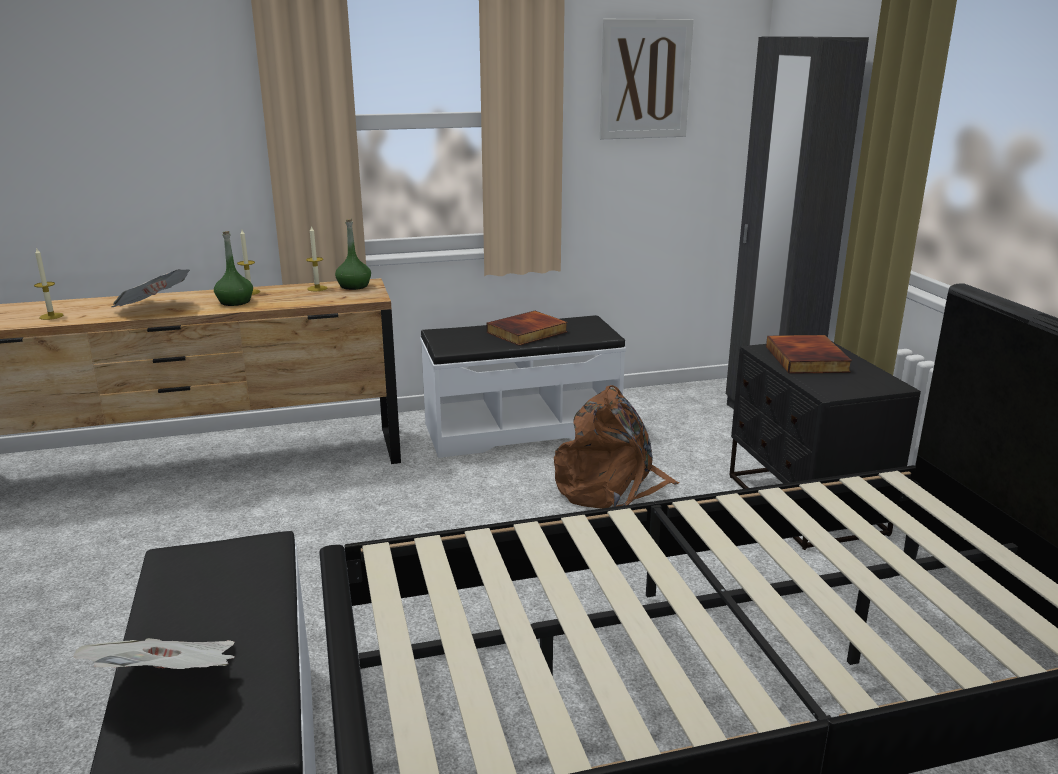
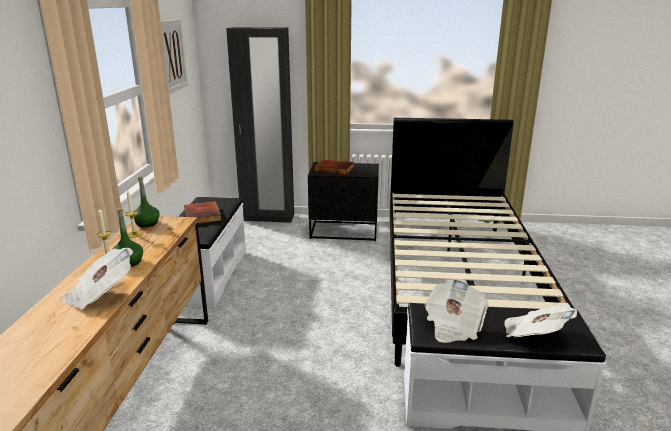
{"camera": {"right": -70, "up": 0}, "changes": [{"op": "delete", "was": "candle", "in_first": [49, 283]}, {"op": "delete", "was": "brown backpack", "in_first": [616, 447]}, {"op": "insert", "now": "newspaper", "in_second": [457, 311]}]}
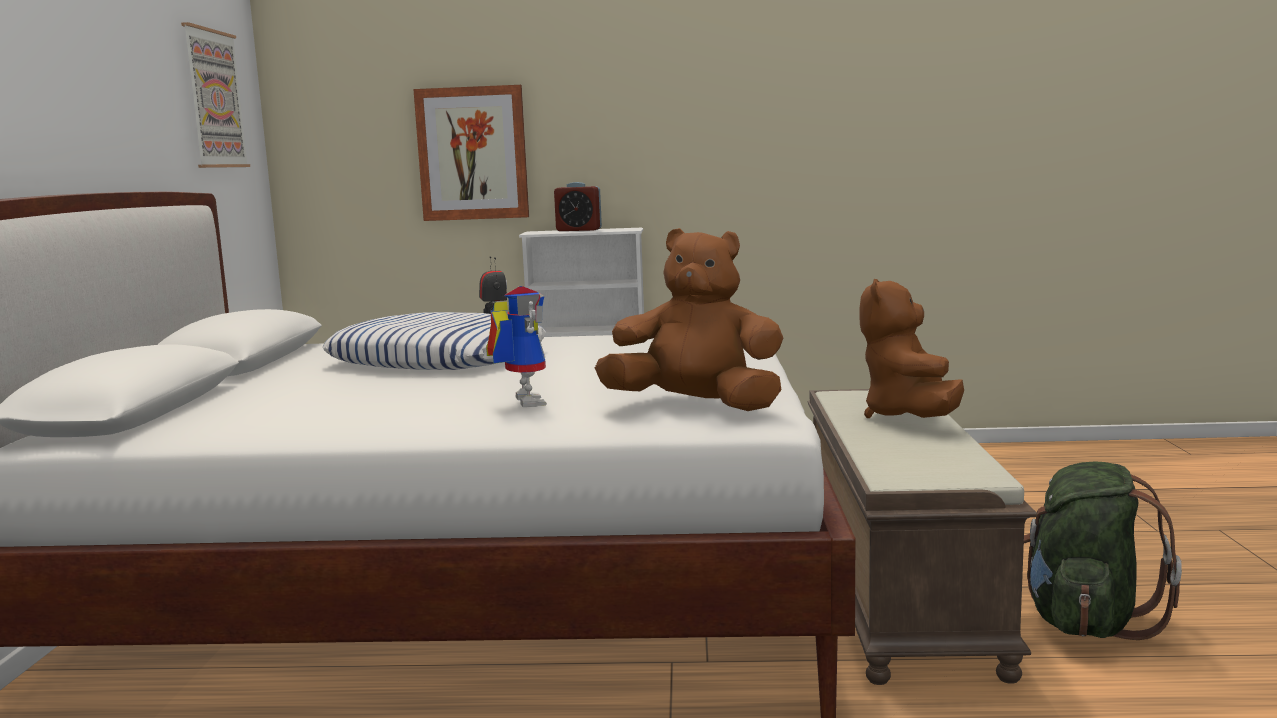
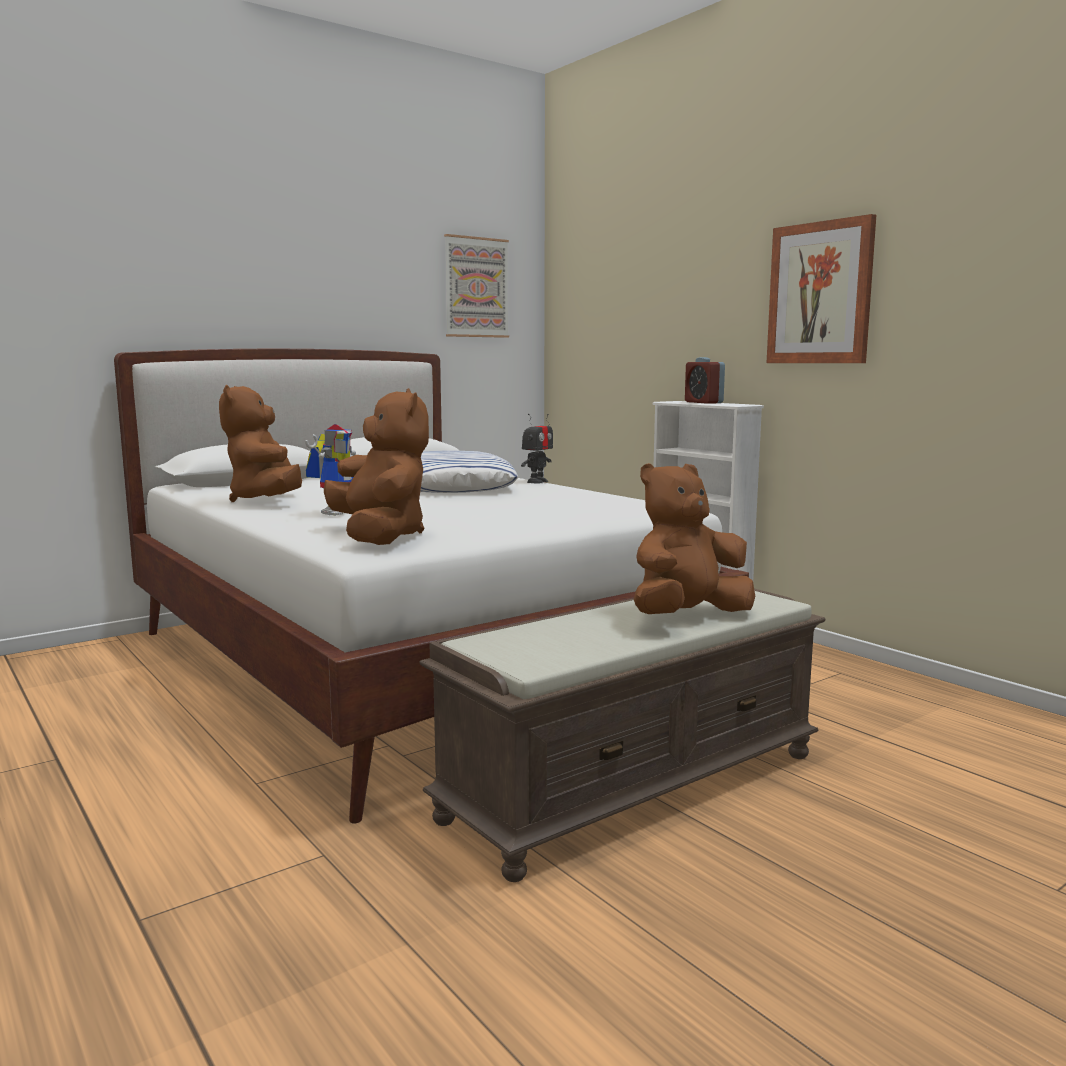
{"camera": {"right": 50, "up": 0}, "changes": [{"op": "move", "was": "picture", "in_first": [471, 153], "in_second": [821, 288]}, {"op": "delete", "was": "green backpack", "in_first": [1103, 550]}, {"op": "insert", "now": "brown plush toy", "in_second": [260, 443]}]}
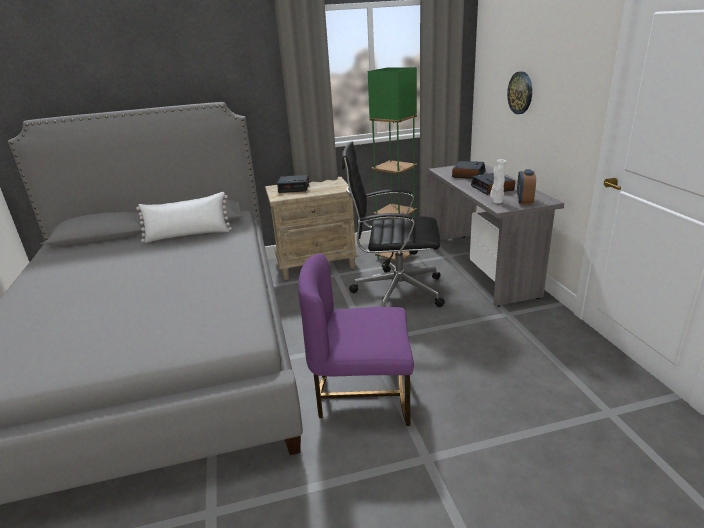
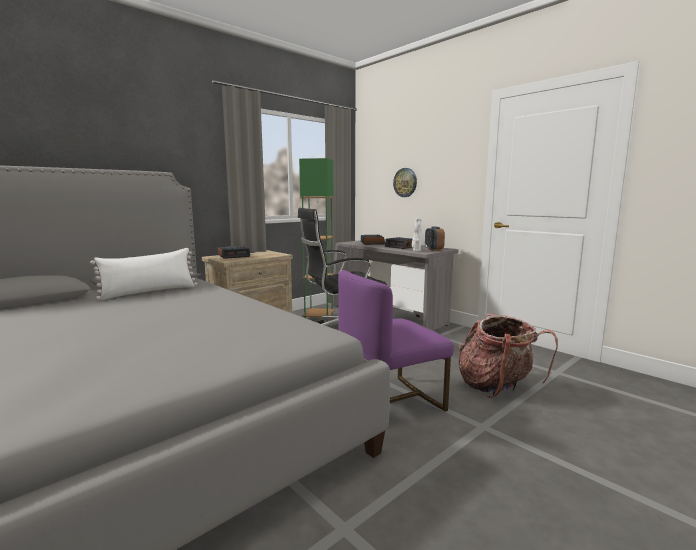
{"camera": {"right": -30, "up": -15}, "changes": [{"op": "insert", "now": "backpack", "in_second": [508, 356]}]}
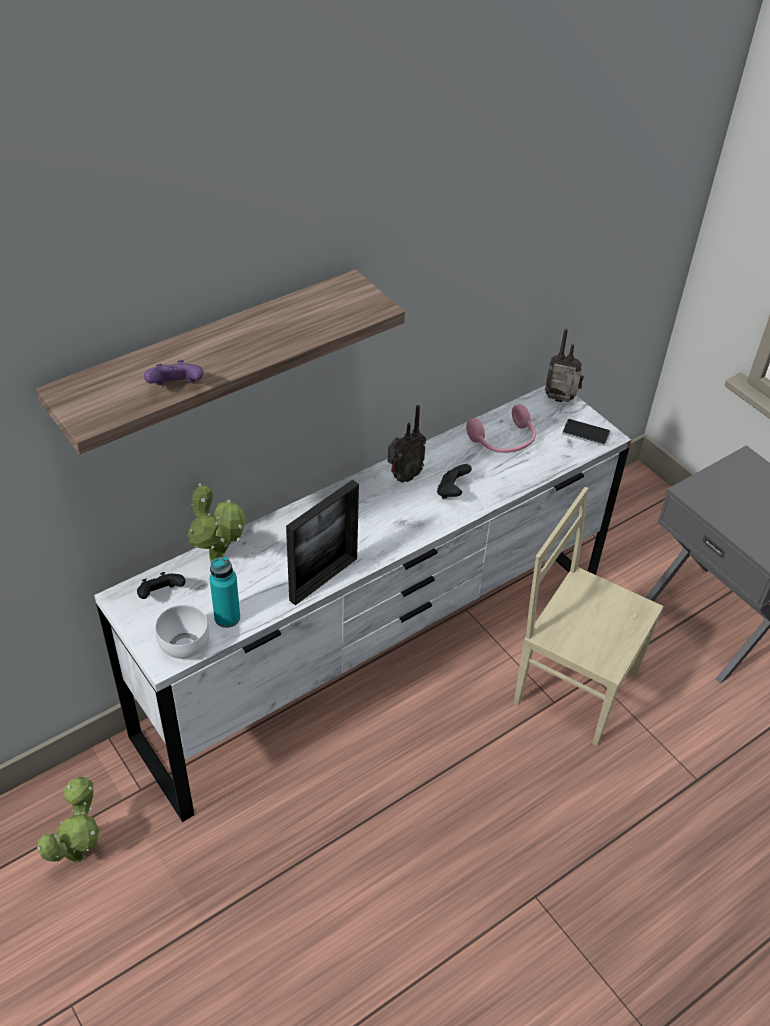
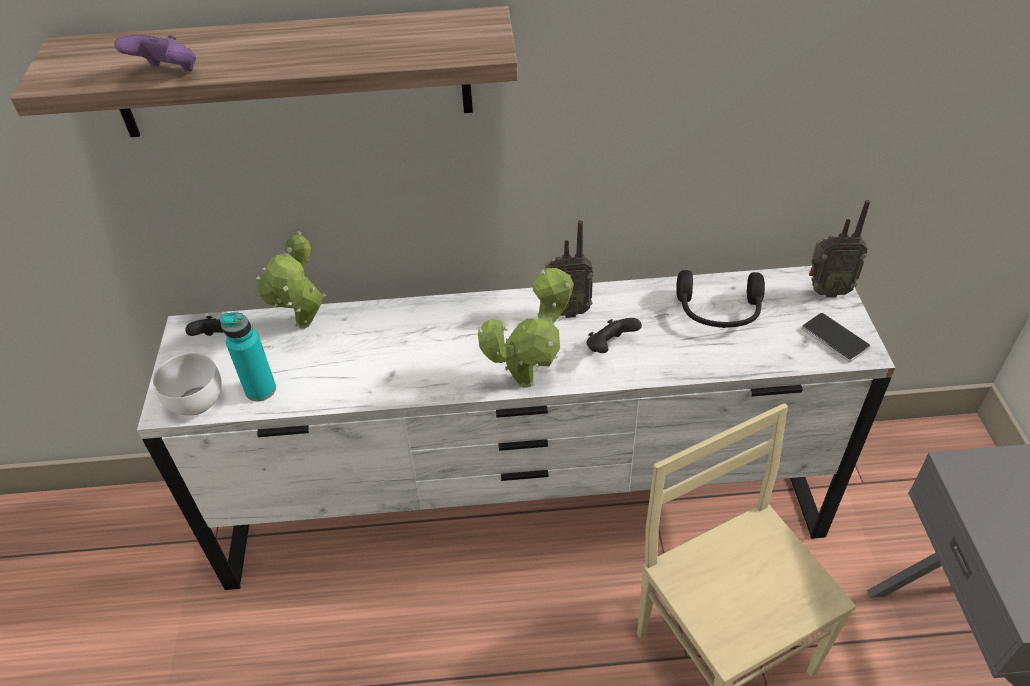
{"camera": {"right": 35, "up": 0}, "changes": [{"op": "rotate", "was": "radio", "in_first": [564, 365], "in_second": [839, 249], "clockwise": 135}, {"op": "recolor", "was": "pink headphones", "now": "black headphones", "in_first": [501, 428], "in_second": [720, 299]}, {"op": "delete", "was": "picture frame", "in_first": [322, 542]}, {"op": "move", "was": "potted plant", "in_first": [68, 819], "in_second": [526, 328]}]}
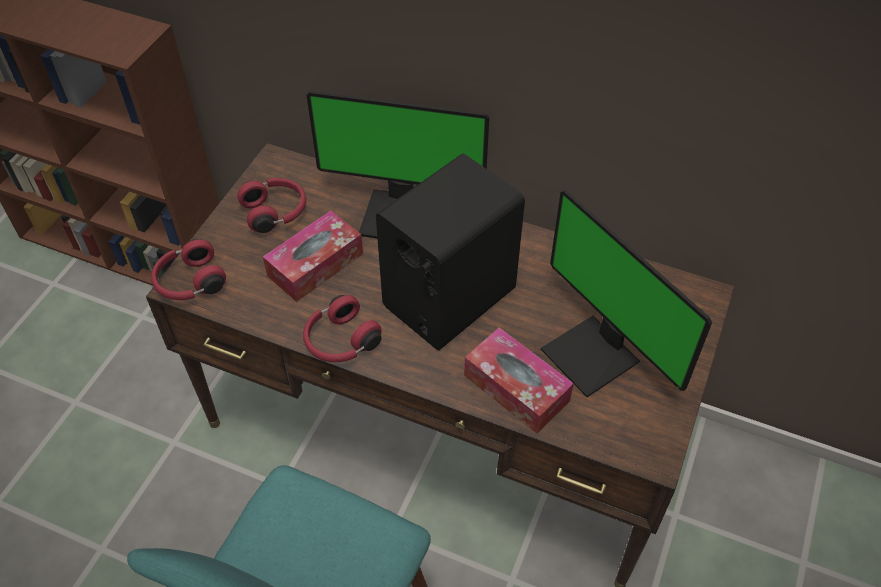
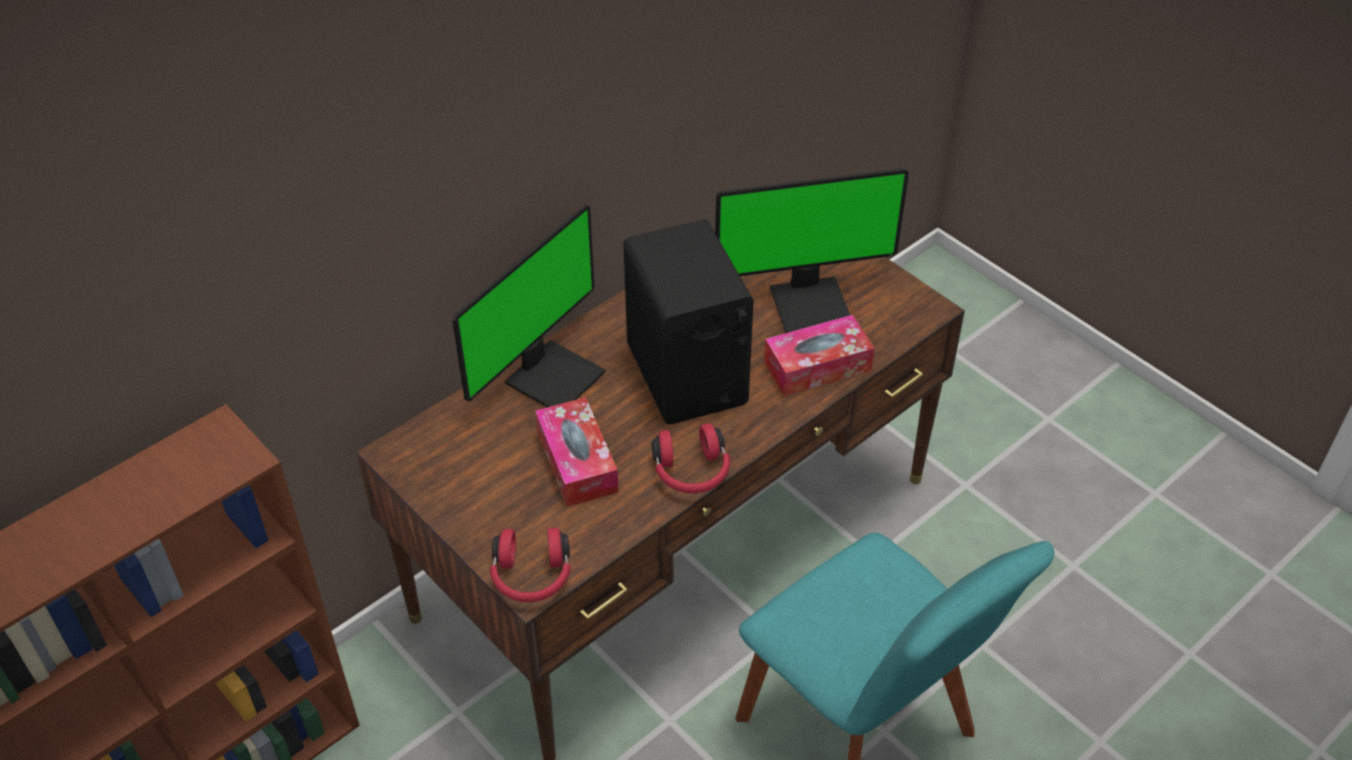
{"camera": {"right": -65, "up": -5}, "changes": [{"op": "delete", "was": "red headphones", "in_first": [271, 205]}]}
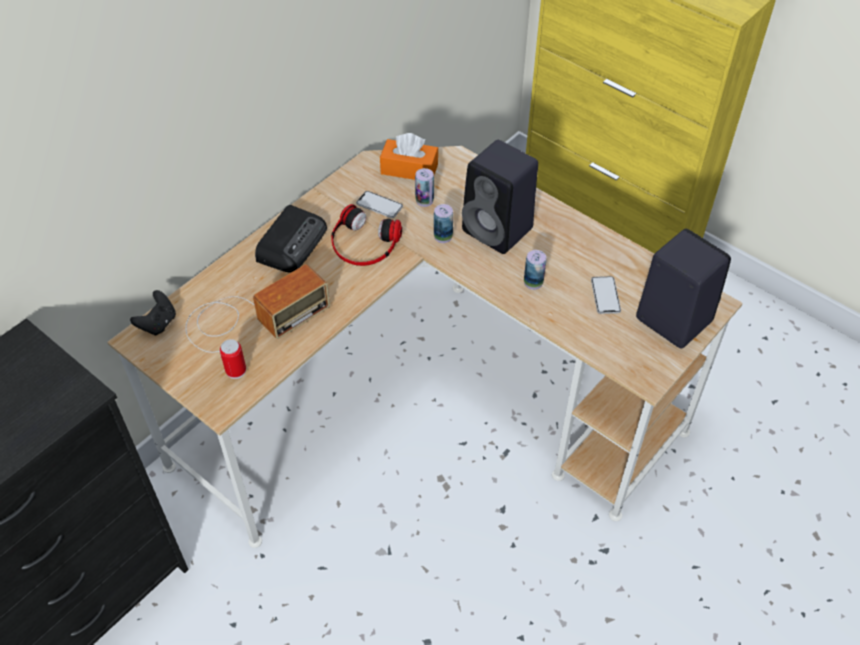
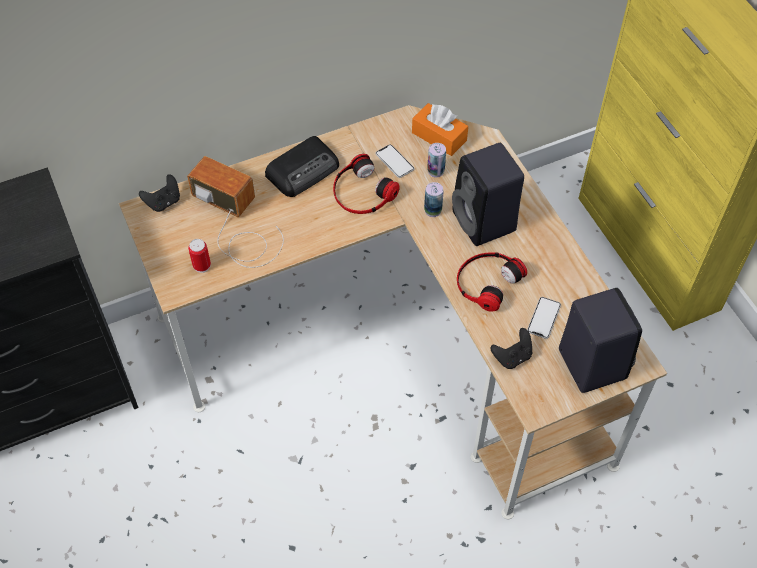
{"camera": {"right": 25, "up": 5}, "changes": [{"op": "replace", "was": "can", "now": "headphones", "in_first": [535, 270], "in_second": [492, 282]}, {"op": "rotate", "was": "radio", "in_first": [258, 308], "in_second": [235, 212], "clockwise": -135}, {"op": "insert", "now": "black game controller", "in_second": [511, 348]}]}
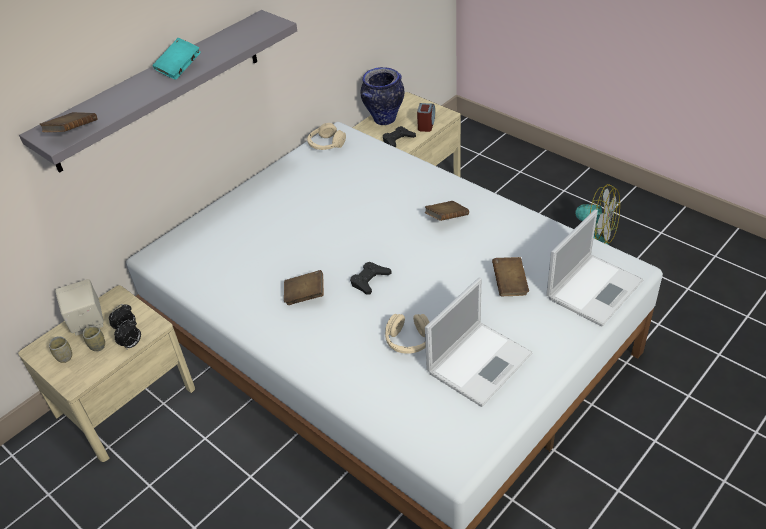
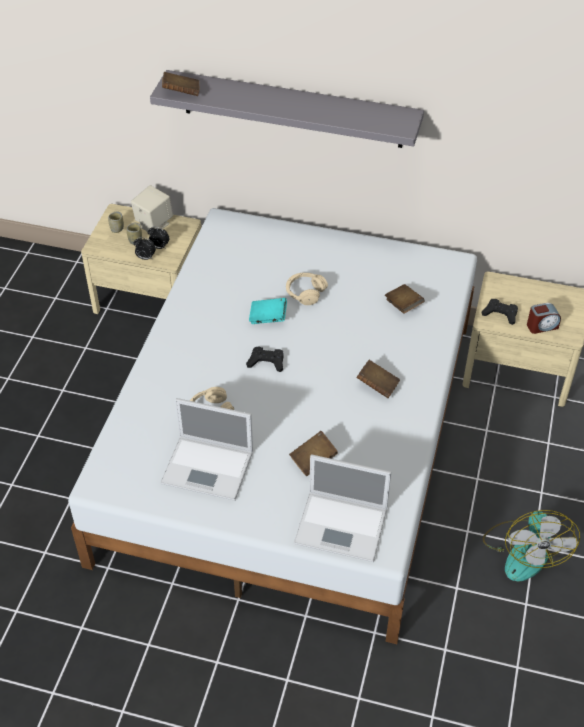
{"camera": {"right": 60, "up": 5}, "changes": [{"op": "move", "was": "turquoise book", "in_first": [176, 59], "in_second": [268, 311]}, {"op": "delete", "was": "vase", "in_first": [382, 96]}, {"op": "move", "was": "beige headphones", "in_first": [326, 136], "in_second": [307, 289]}, {"op": "move", "was": "brown book", "in_first": [304, 287], "in_second": [405, 299]}]}
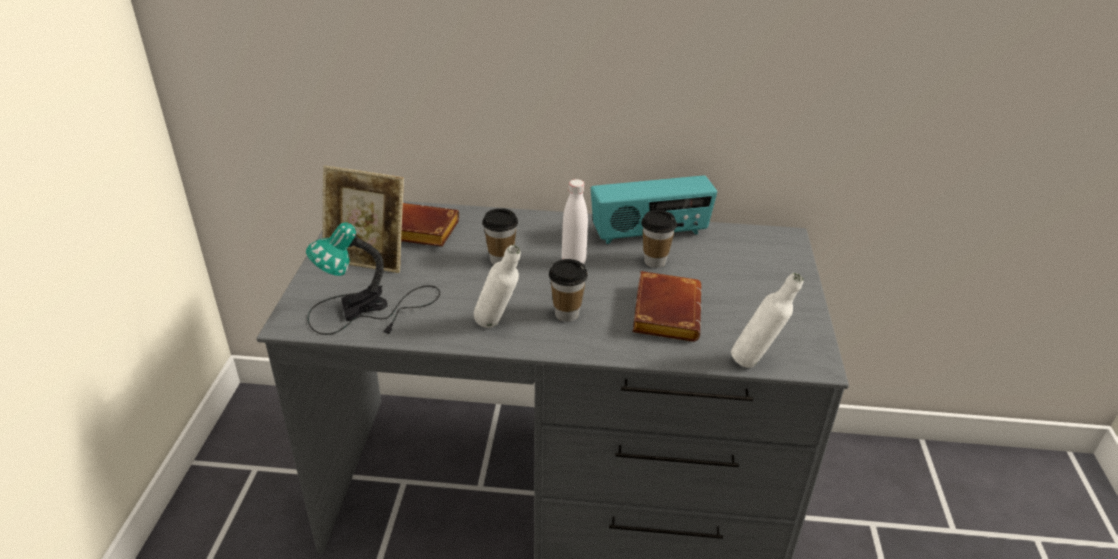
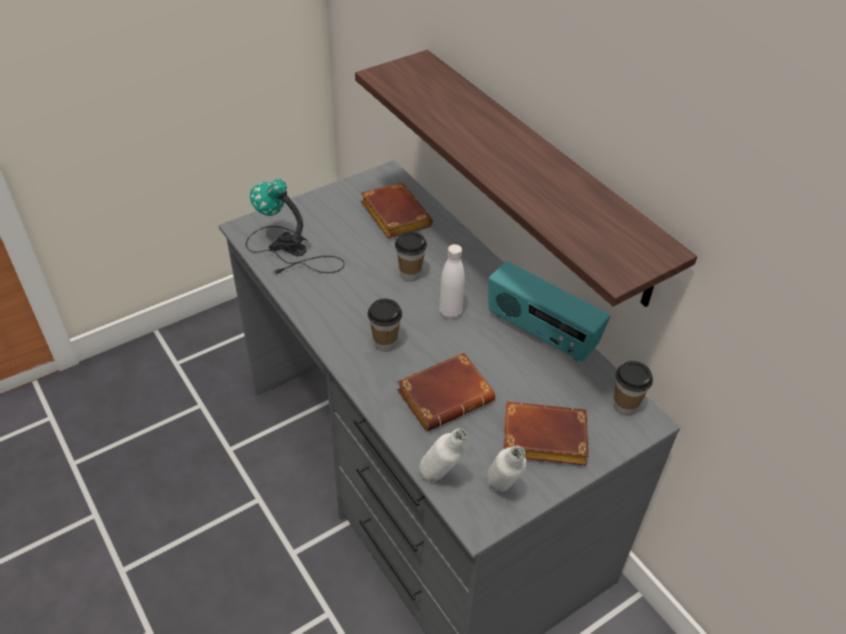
{"camera": {"right": 50, "up": 10}, "changes": [{"op": "delete", "was": "picture frame", "in_first": [363, 219]}, {"op": "move", "was": "cup", "in_first": [659, 239], "in_second": [633, 388]}, {"op": "move", "was": "white bottle", "in_first": [497, 286], "in_second": [506, 469]}, {"op": "insert", "now": "shelf", "in_second": [526, 178]}, {"op": "insert", "now": "brown book", "in_second": [546, 434]}]}
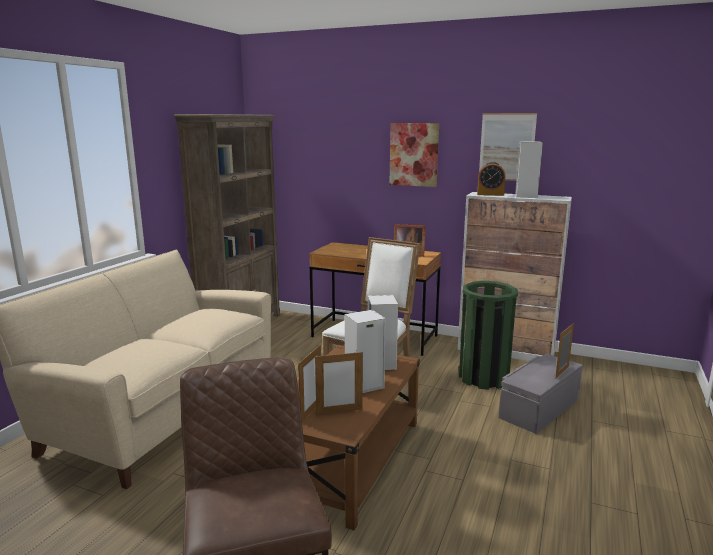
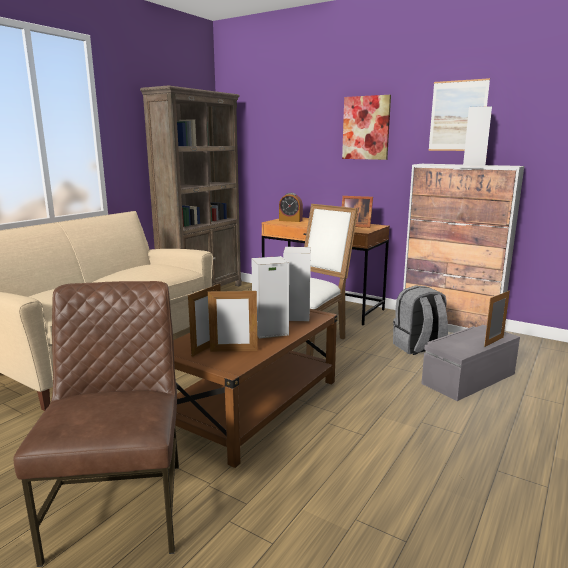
{"camera": {"right": 10, "up": 0}, "changes": [{"op": "move", "was": "alarm clock", "in_first": [491, 179], "in_second": [291, 207]}, {"op": "replace", "was": "green trash can", "now": "grey backpack", "in_first": [488, 335], "in_second": [420, 320]}]}
